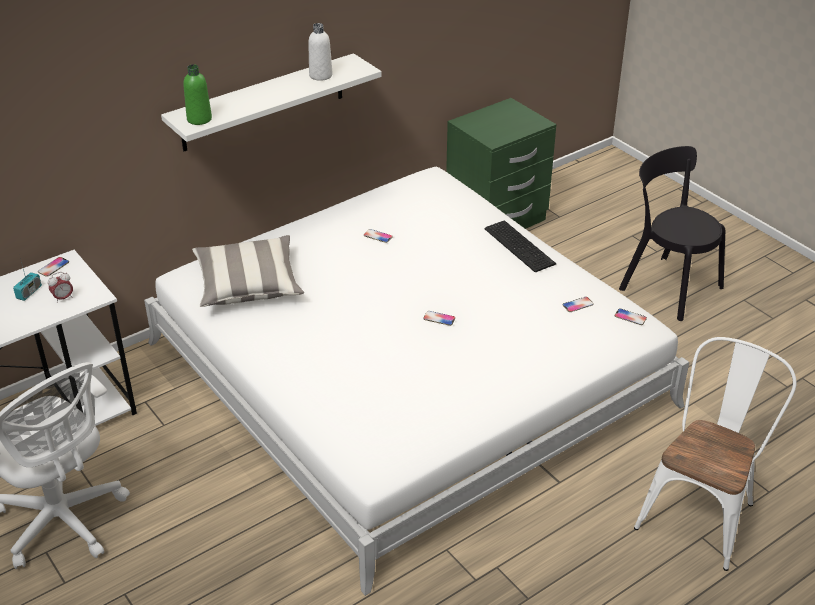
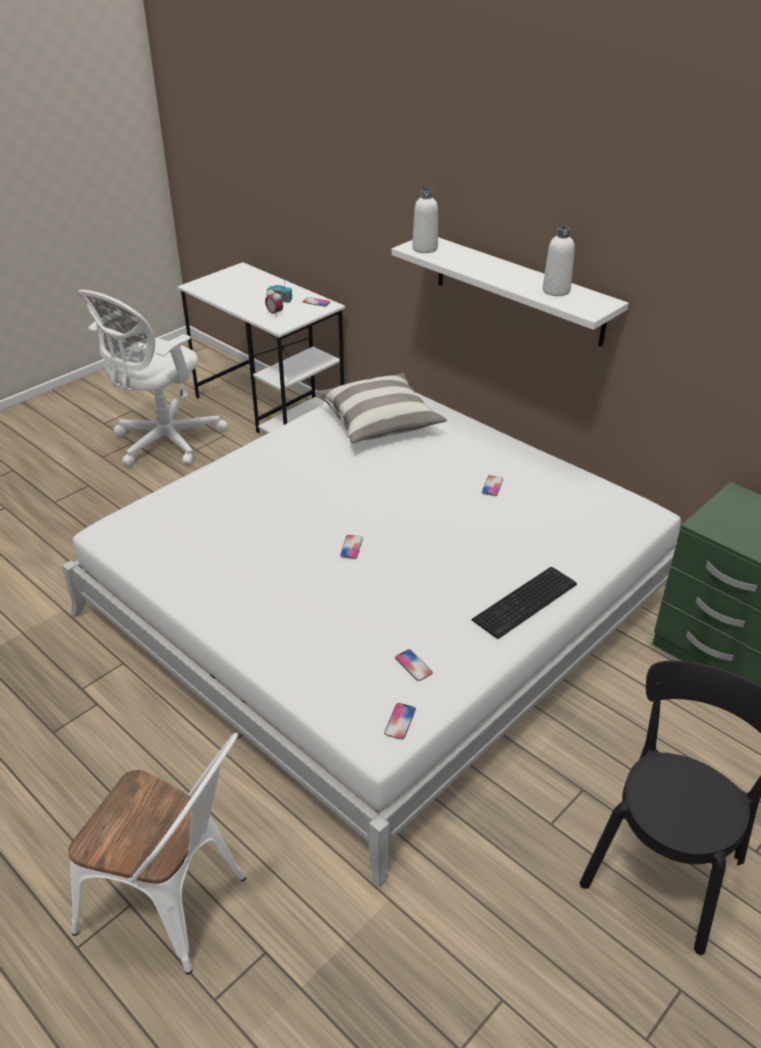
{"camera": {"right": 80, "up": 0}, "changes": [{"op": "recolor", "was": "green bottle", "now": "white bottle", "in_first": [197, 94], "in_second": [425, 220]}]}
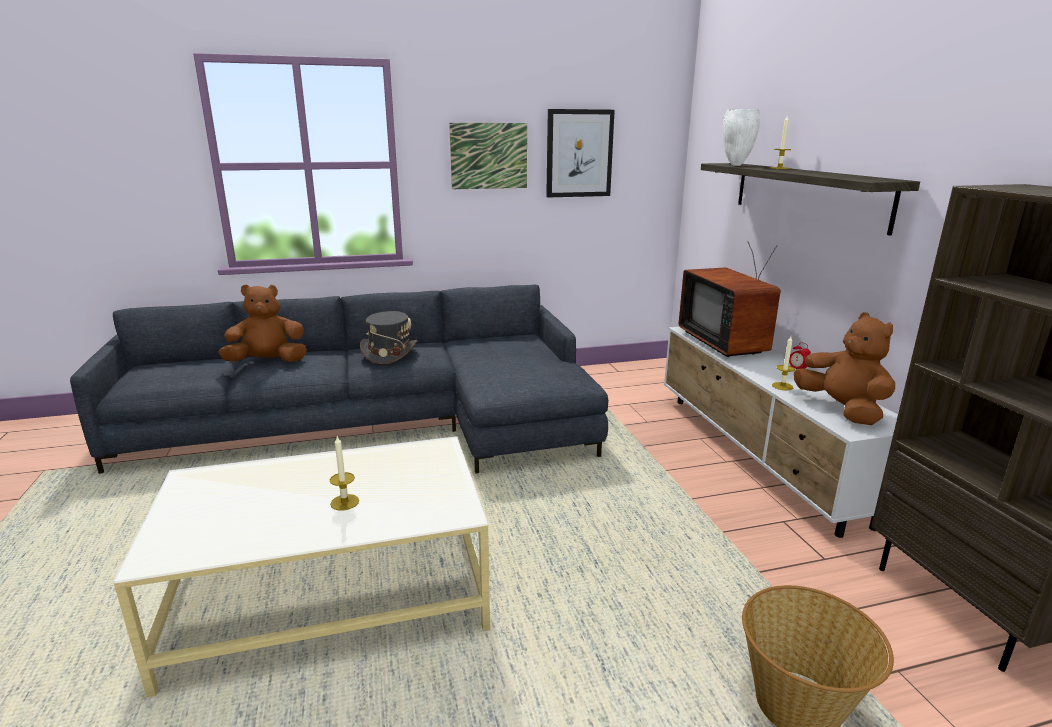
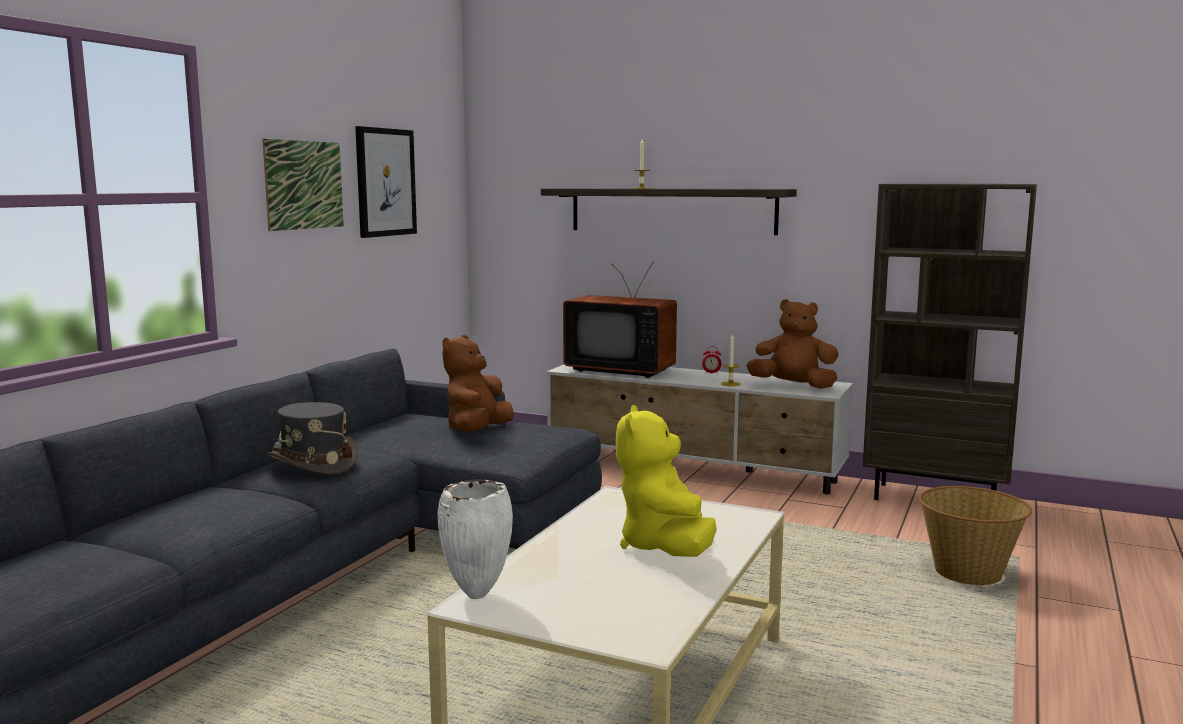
{"camera": {"right": -50, "up": -10}, "changes": [{"op": "move", "was": "white vase", "in_first": [741, 137], "in_second": [475, 539]}, {"op": "move", "was": "brown plush toy", "in_first": [263, 323], "in_second": [478, 383]}, {"op": "replace", "was": "candle", "now": "yellow plush toy", "in_first": [344, 473], "in_second": [666, 481]}]}
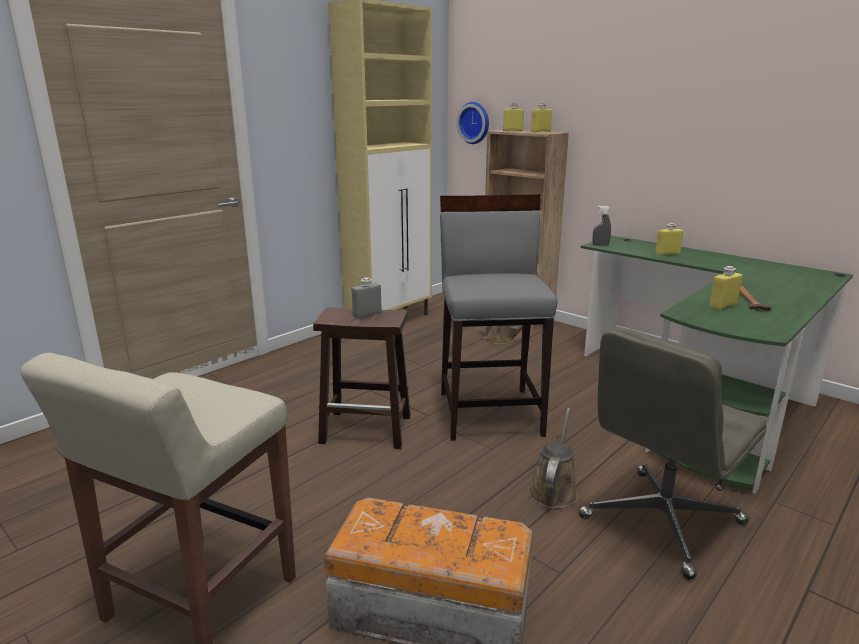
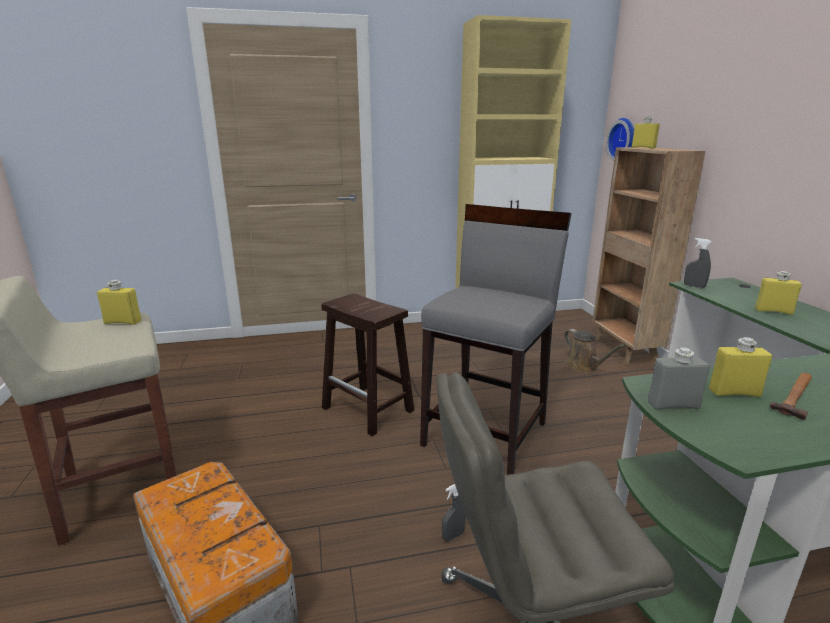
{"camera": {"right": 35, "up": 0}, "changes": [{"op": "move", "was": "yellow bottle", "in_first": [541, 117], "in_second": [119, 302]}, {"op": "move", "was": "grey bottle", "in_first": [367, 297], "in_second": [679, 378]}, {"op": "replace", "was": "brown watering can", "now": "grey spray bottle", "in_first": [553, 458], "in_second": [454, 513]}]}
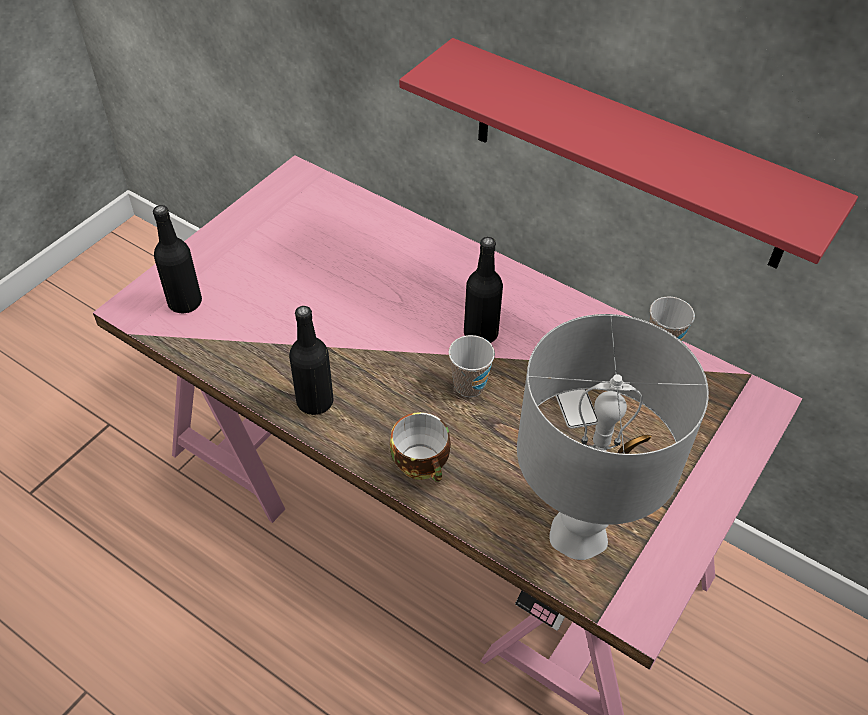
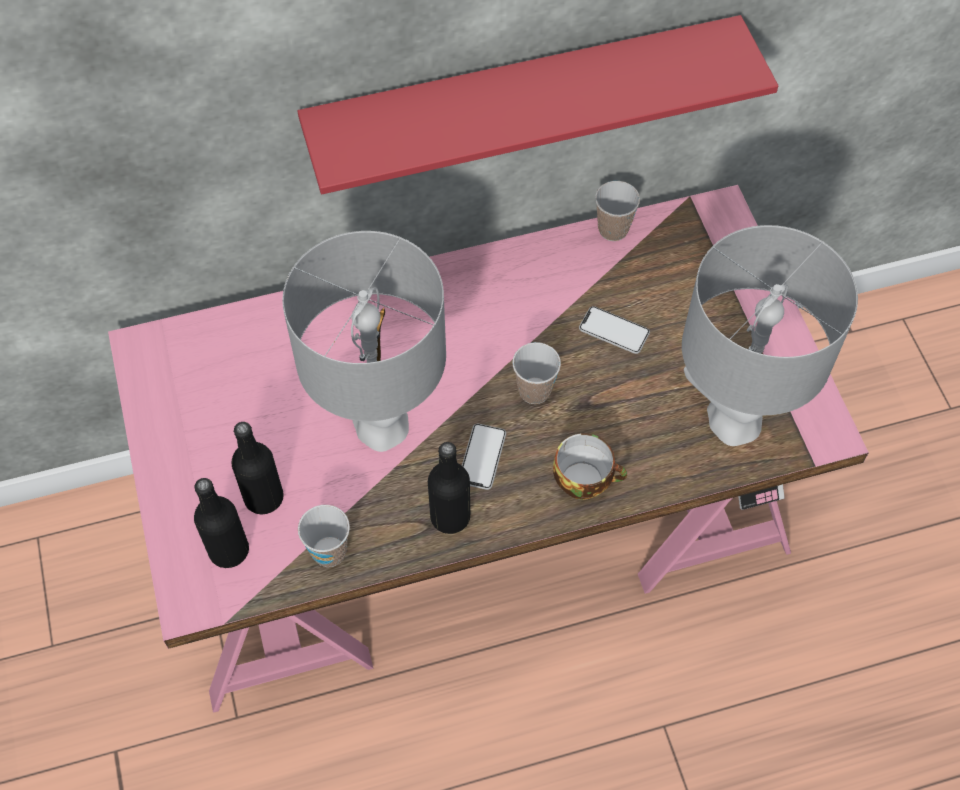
{"camera": {"right": -50, "up": 10}, "changes": [{"op": "move", "was": "black bottle", "in_first": [483, 290], "in_second": [257, 468]}, {"op": "insert", "now": "grey table lamp", "in_second": [364, 341]}, {"op": "insert", "now": "phone", "in_second": [484, 457]}, {"op": "insert", "now": "cup", "in_second": [324, 536]}]}
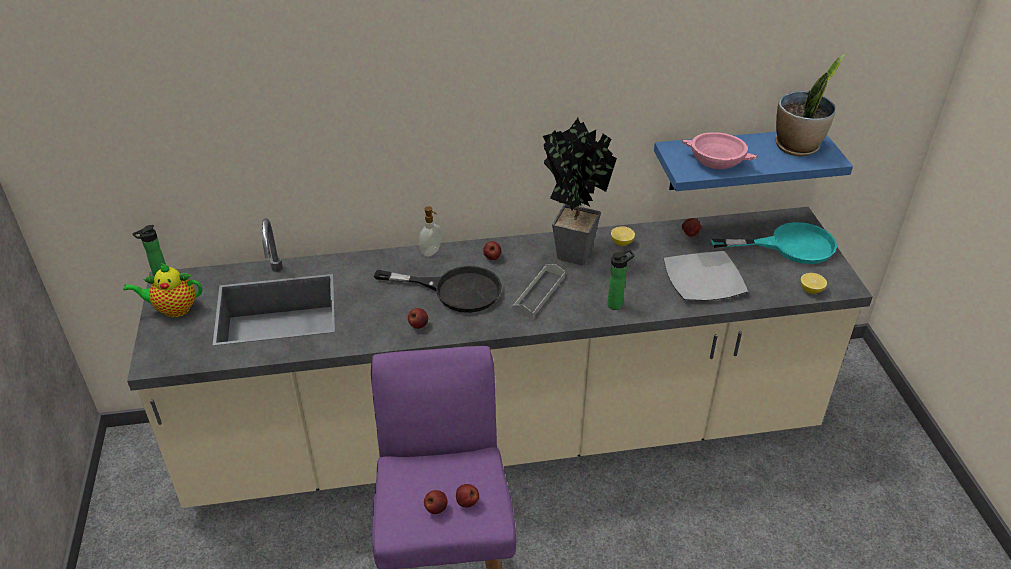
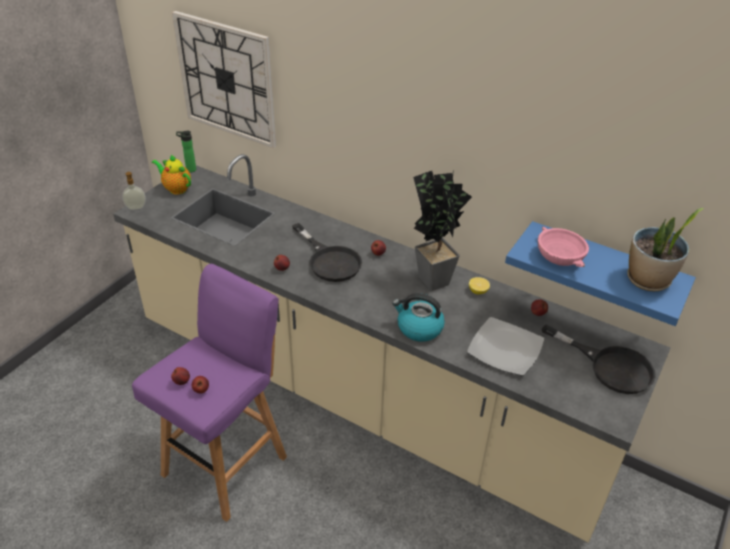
{"camera": {"right": 40, "up": 0}, "changes": [{"op": "move", "was": "soap dispenser", "in_first": [430, 231], "in_second": [134, 191]}, {"op": "recolor", "was": "turquoise frying pan", "now": "black frying pan", "in_first": [774, 243], "in_second": [598, 359]}, {"op": "replace", "was": "bottle", "now": "kettle", "in_first": [620, 280], "in_second": [418, 317]}, {"op": "delete", "was": "grey tray", "in_first": [538, 291]}, {"op": "delete", "was": "lemon", "in_first": [814, 283]}, {"op": "insert", "now": "wall clock", "in_second": [224, 79]}]}
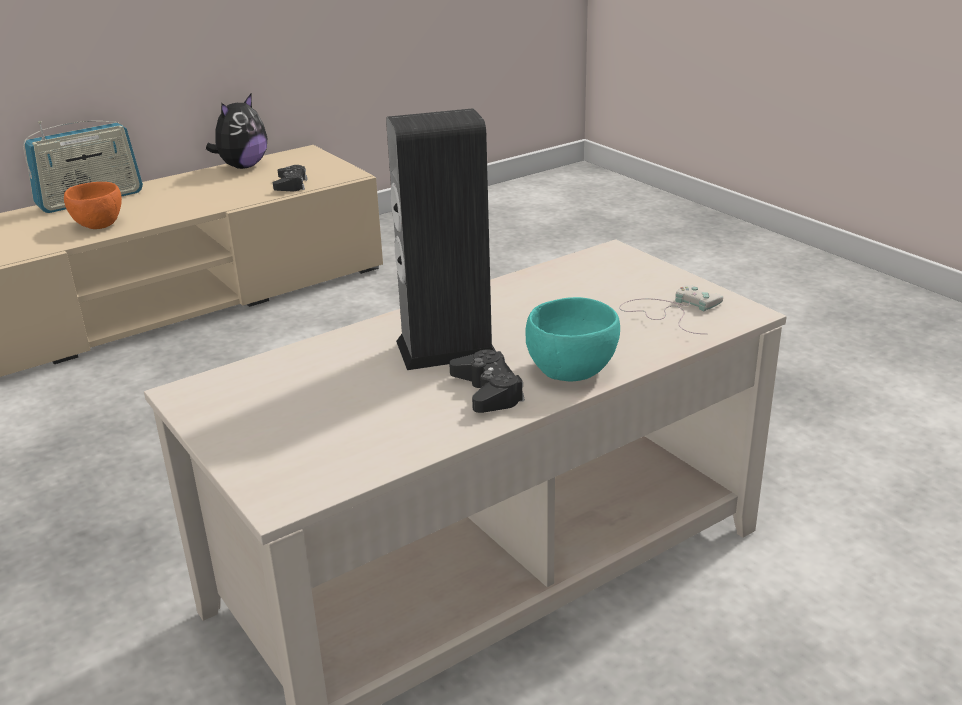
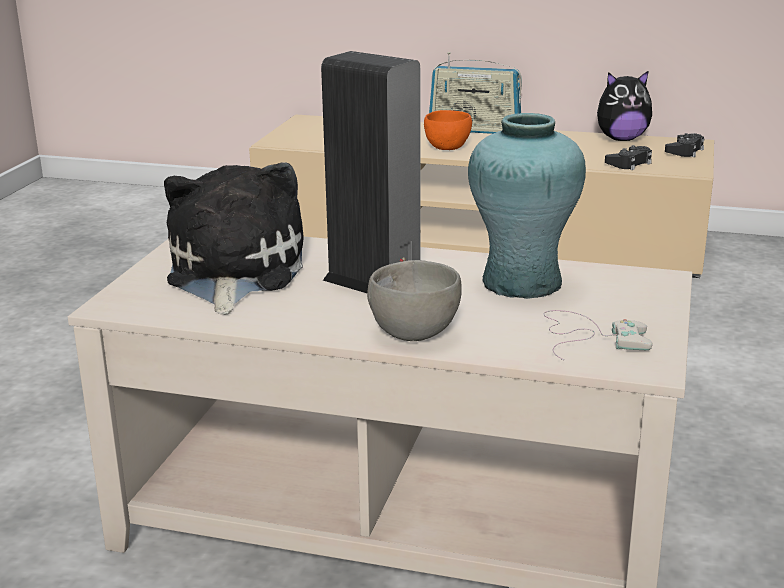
{"camera": {"right": 50, "up": -5}, "changes": [{"op": "recolor", "was": "turquoise bowl", "now": "grey bowl", "in_first": [573, 339], "in_second": [414, 300]}, {"op": "move", "was": "black game controller", "in_first": [487, 381], "in_second": [684, 145]}, {"op": "insert", "now": "turquoise vase", "in_second": [527, 206]}, {"op": "insert", "now": "plush toy", "in_second": [234, 238]}]}
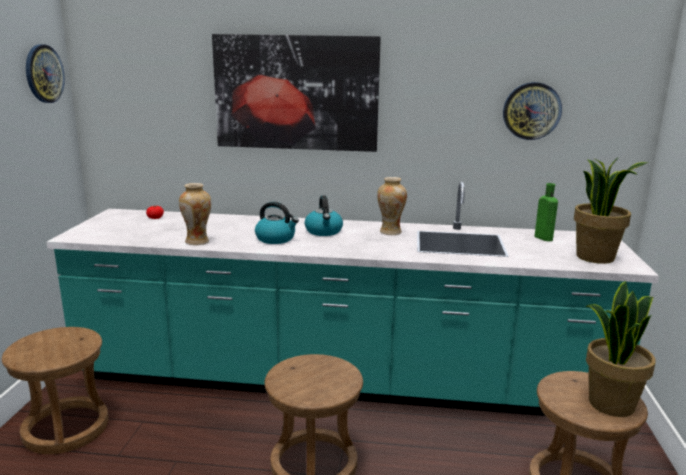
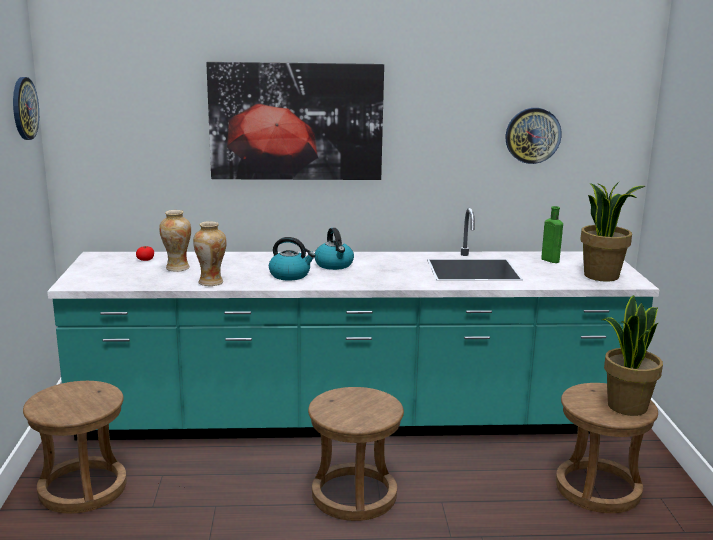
{"camera": {"right": -10, "up": 0}, "changes": [{"op": "move", "was": "vase", "in_first": [392, 206], "in_second": [175, 241]}]}
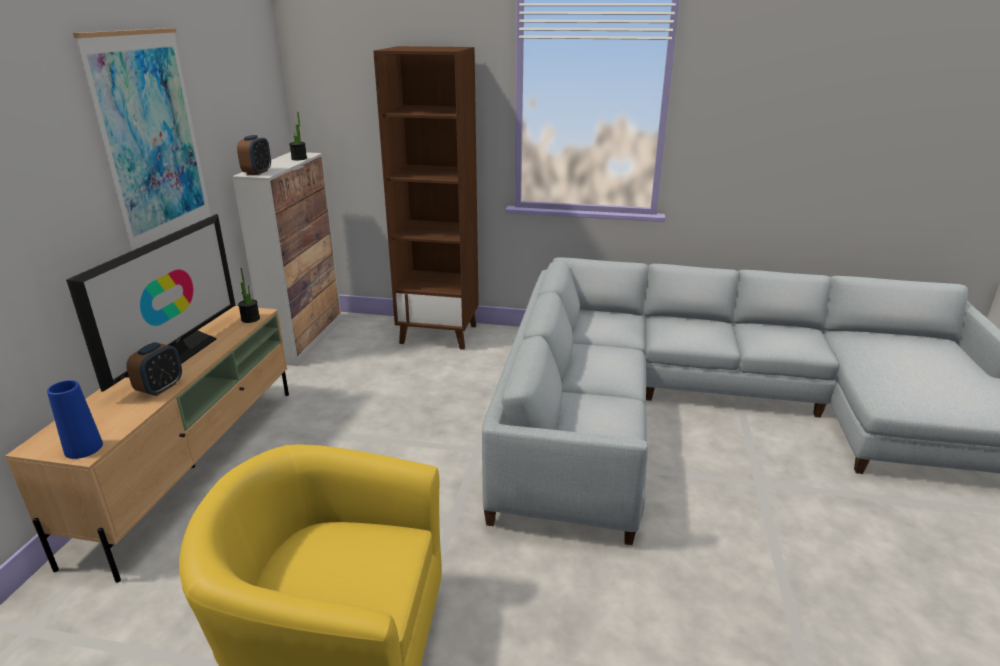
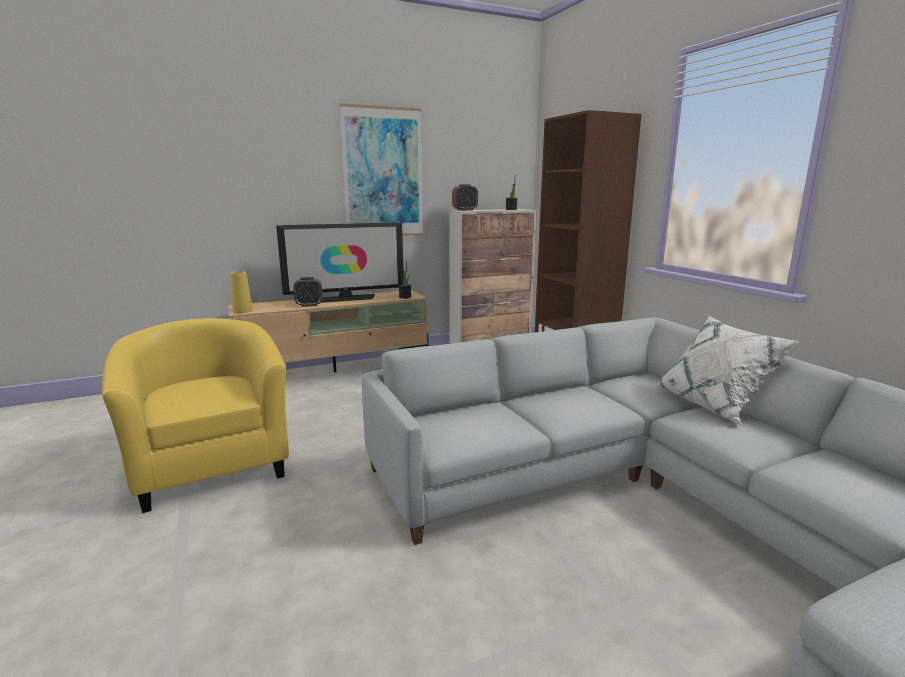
{"camera": {"right": 55, "up": -10}, "changes": [{"op": "recolor", "was": "blue vase", "now": "yellow vase", "in_first": [75, 419], "in_second": [242, 292]}, {"op": "insert", "now": "white pillow", "in_second": [727, 371]}]}
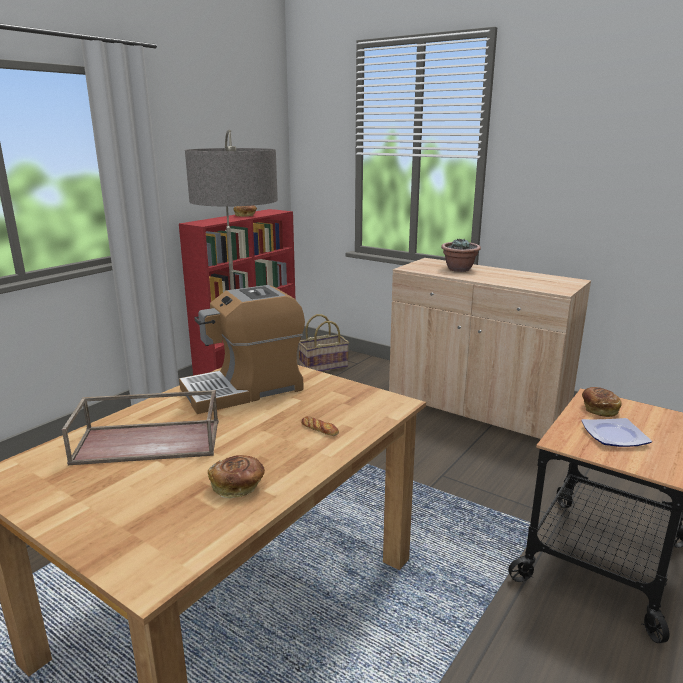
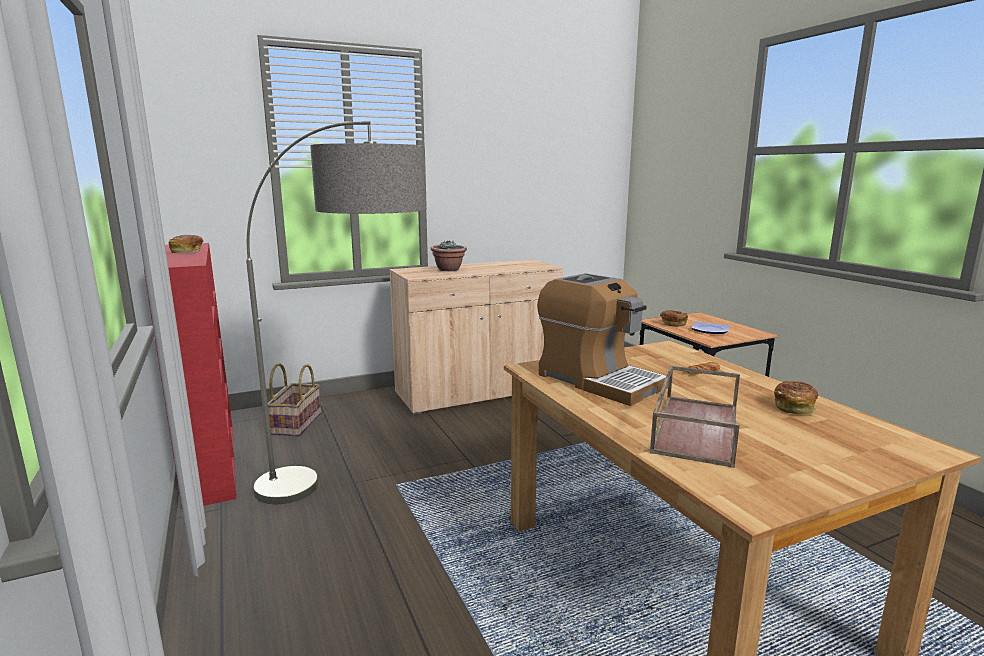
{"camera": {"right": -60, "up": -5}, "changes": [{"op": "rotate", "was": "coffee machine", "in_first": [242, 349], "in_second": [602, 339], "clockwise": -45}]}
